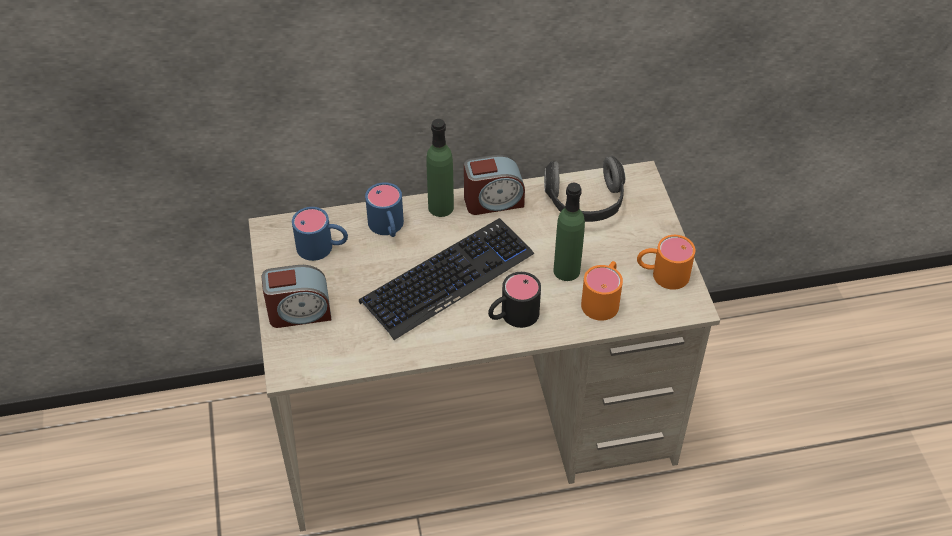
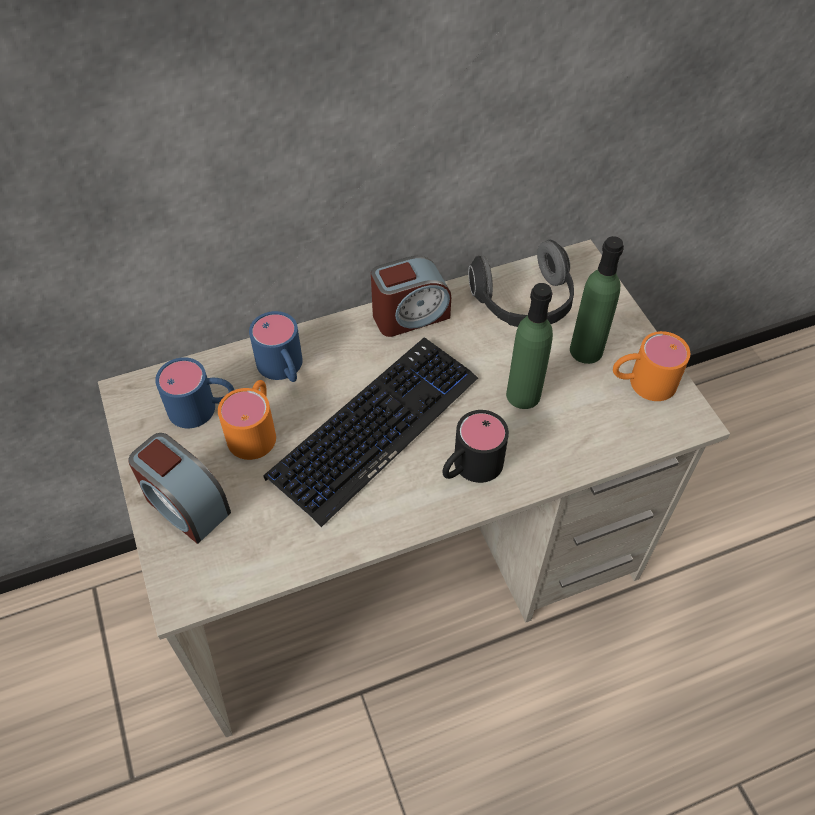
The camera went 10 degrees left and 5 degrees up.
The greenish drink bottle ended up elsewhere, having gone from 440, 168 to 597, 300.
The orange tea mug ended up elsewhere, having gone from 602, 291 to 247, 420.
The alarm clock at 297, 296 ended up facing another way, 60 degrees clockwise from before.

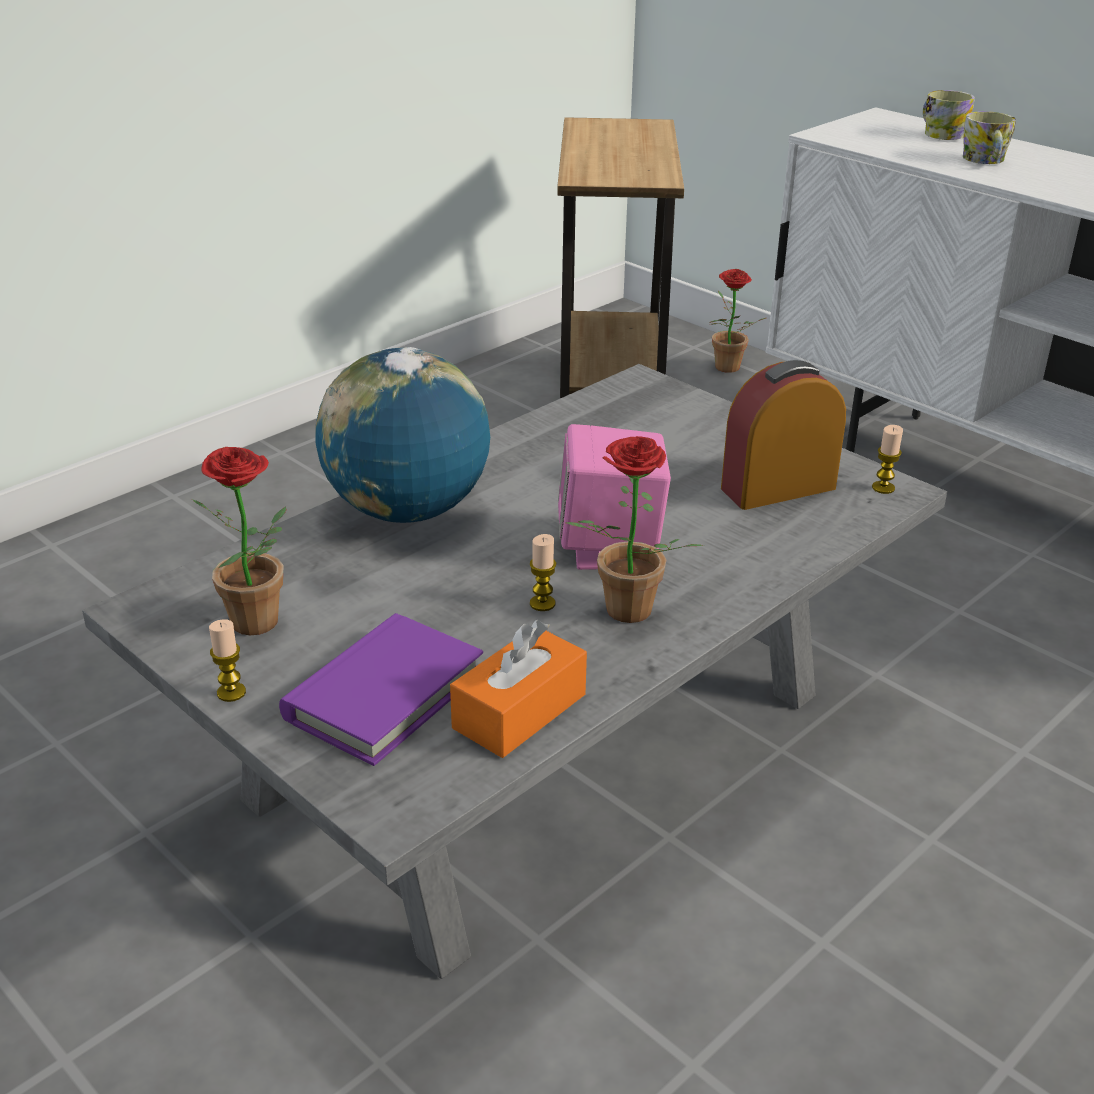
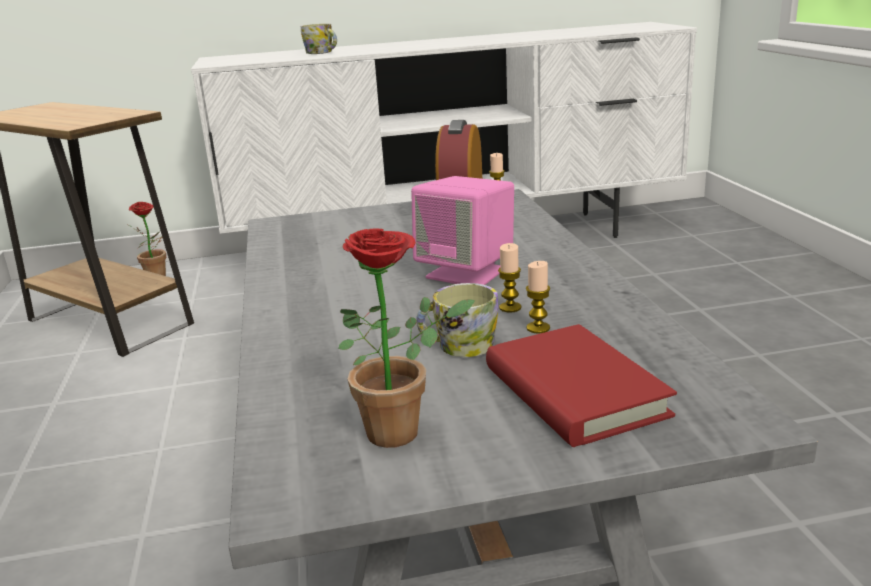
The camera went 55 degrees left and 10 degrees down.
The tea mug ended up elsewhere, having gone from 949, 115 to 457, 320.
The second view lost the desk globe at 402, 435.
The second view lost the potted plant at 634, 529.
What was the purple bound book at 381, 689 turned into the red bound book at 581, 385.
The wax candle ended up elsewhere, having gone from 227, 660 to 538, 297.
The second view lost the orange tissue holder at 518, 689.

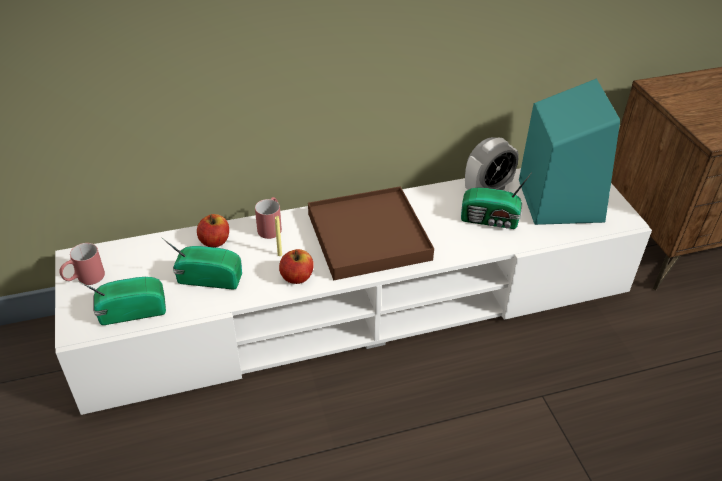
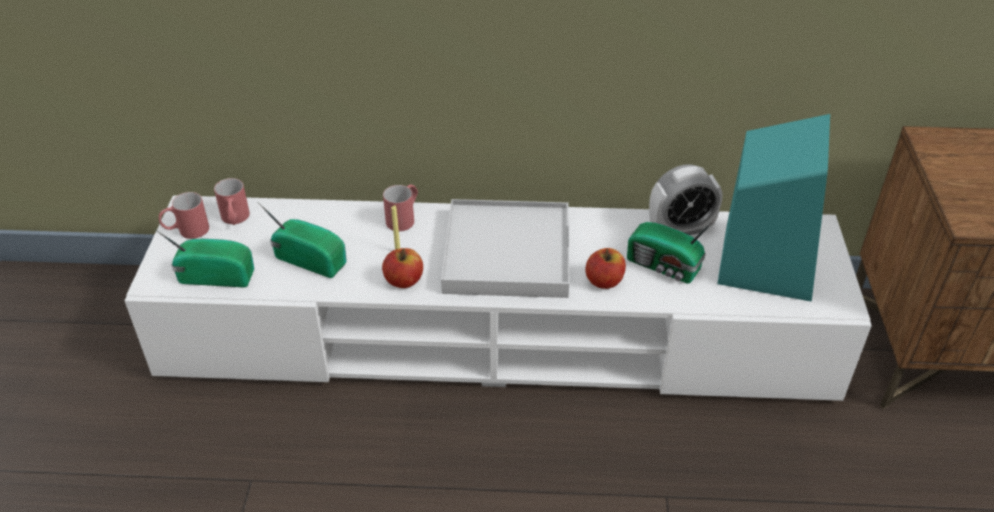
The camera went 20 degrees right and 0 degrees up.
What was the brownish serving tray at 371, 233 turned into the whitish serving tray at 505, 248.
The apple ended up elsewhere, having gone from 213, 230 to 605, 268.
The second view gained the red tea mug at 232, 201.

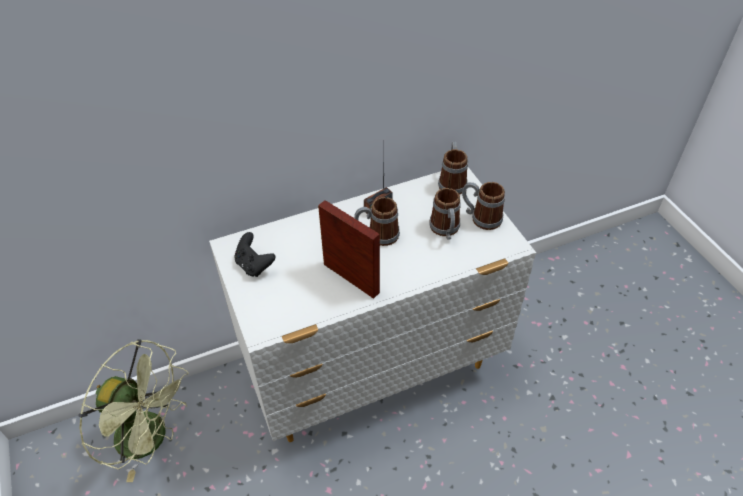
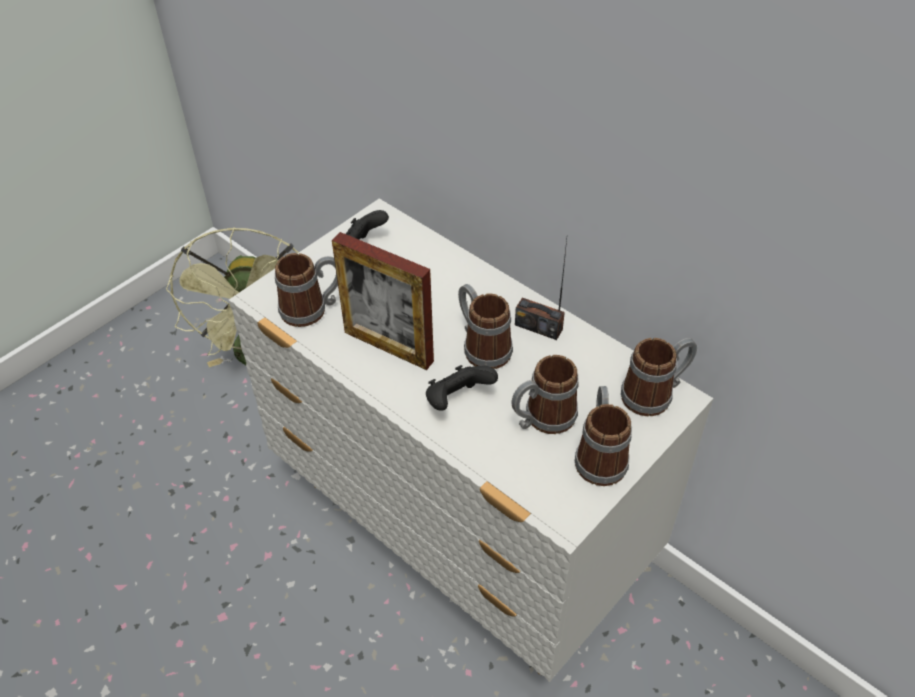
The camera went 65 degrees right and 0 degrees up.
The photo frame at 349, 249 ended up facing another way, 105 degrees clockwise from before.
The second view gained the tea mug at 306, 290.
The second view gained the blackish joypad at 462, 388.

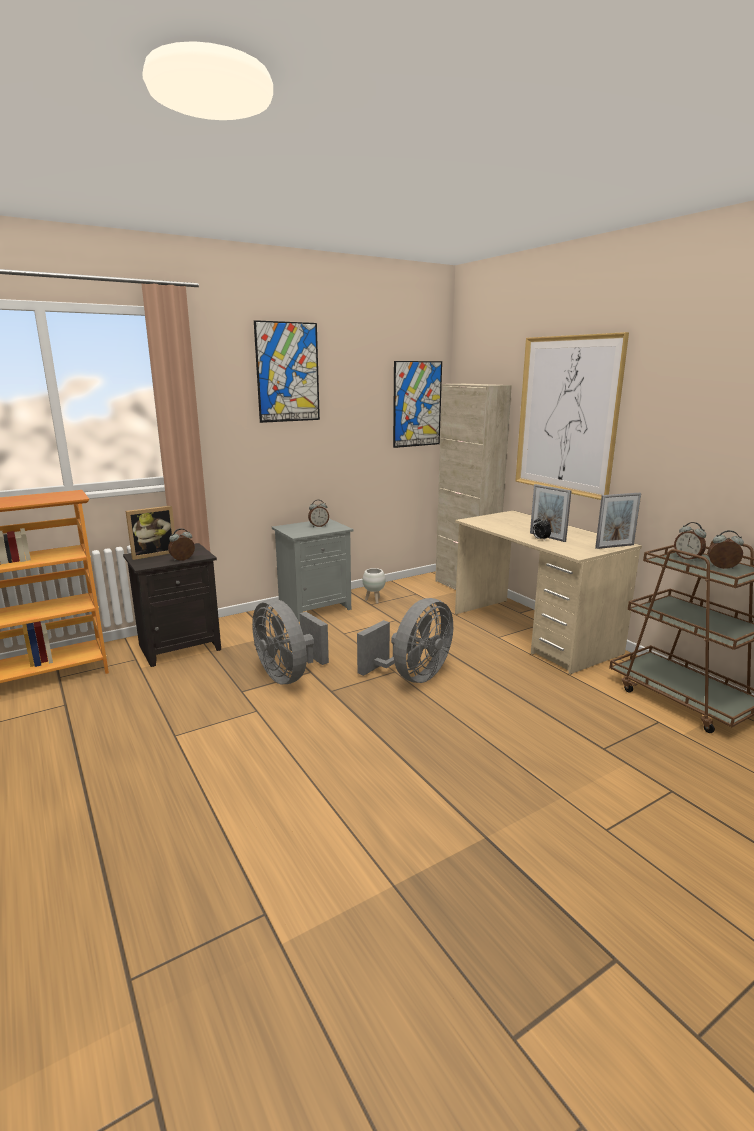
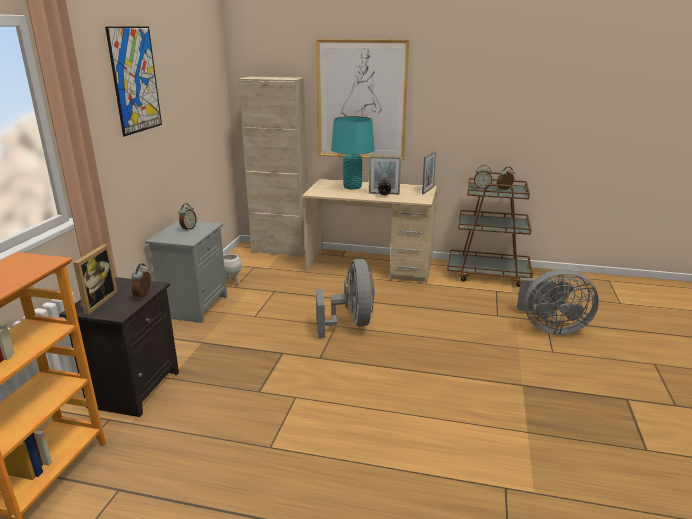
The camera went 45 degrees left and 5 degrees up.
The second view lost the picture at 417, 404.
The grey electric fan ended up elsewhere, having gone from 290, 641 to 558, 302.
The second view gained the turquoise table lamp at 353, 153.

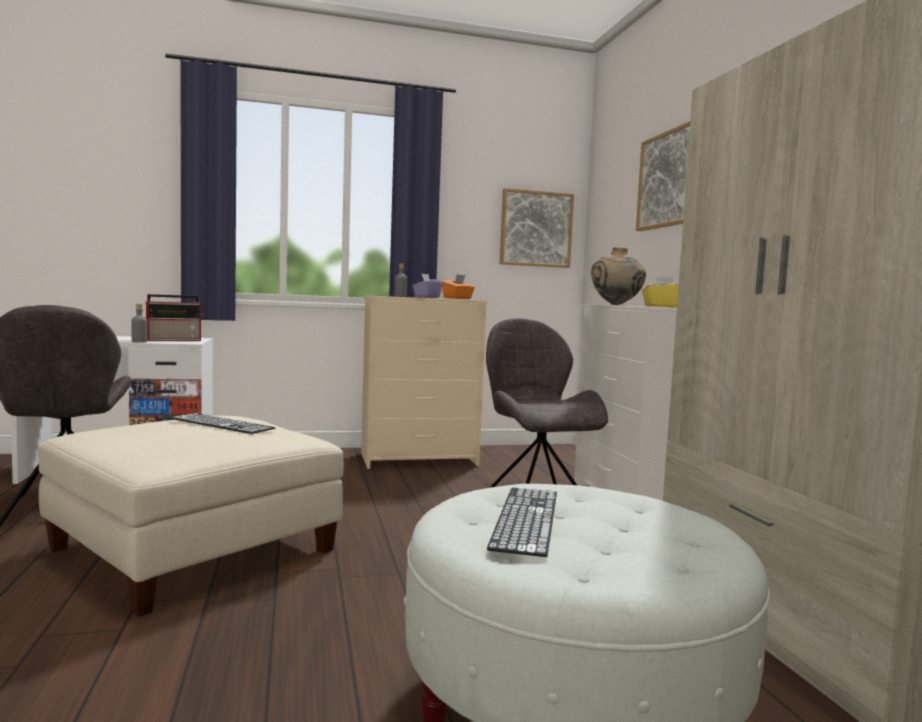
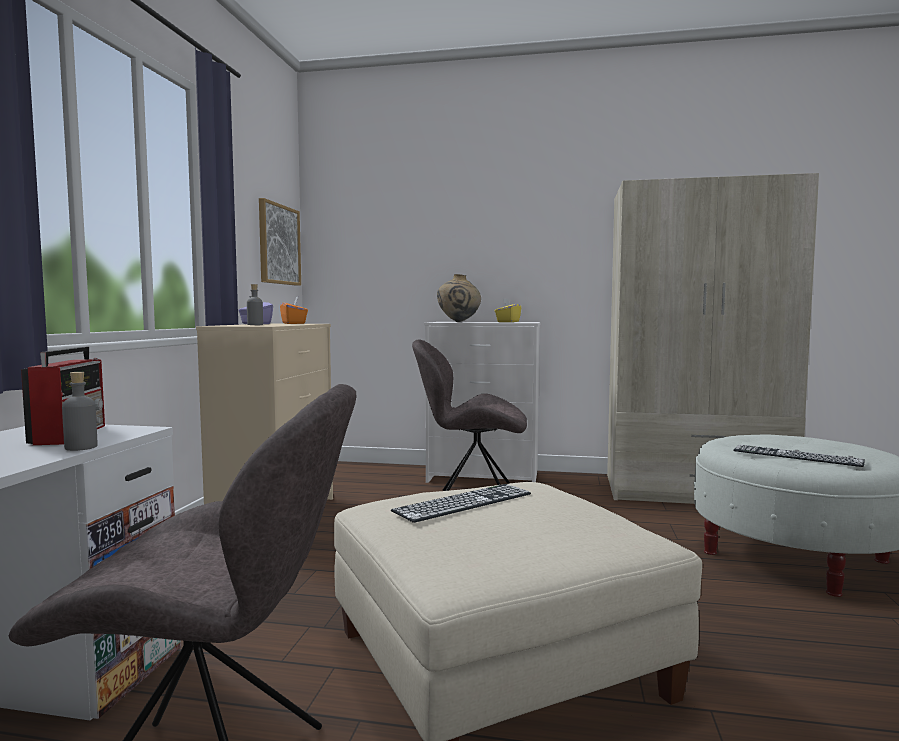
The camera went 65 degrees left and 0 degrees up.
The second view lost the picture at 663, 176.

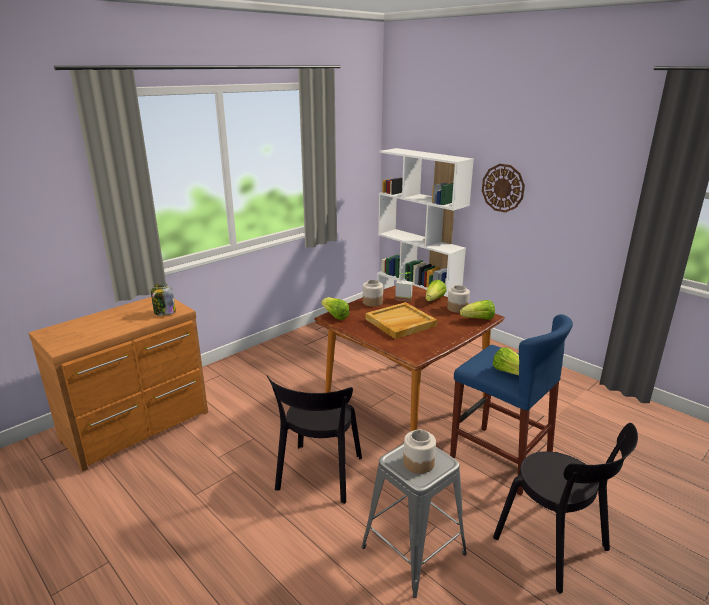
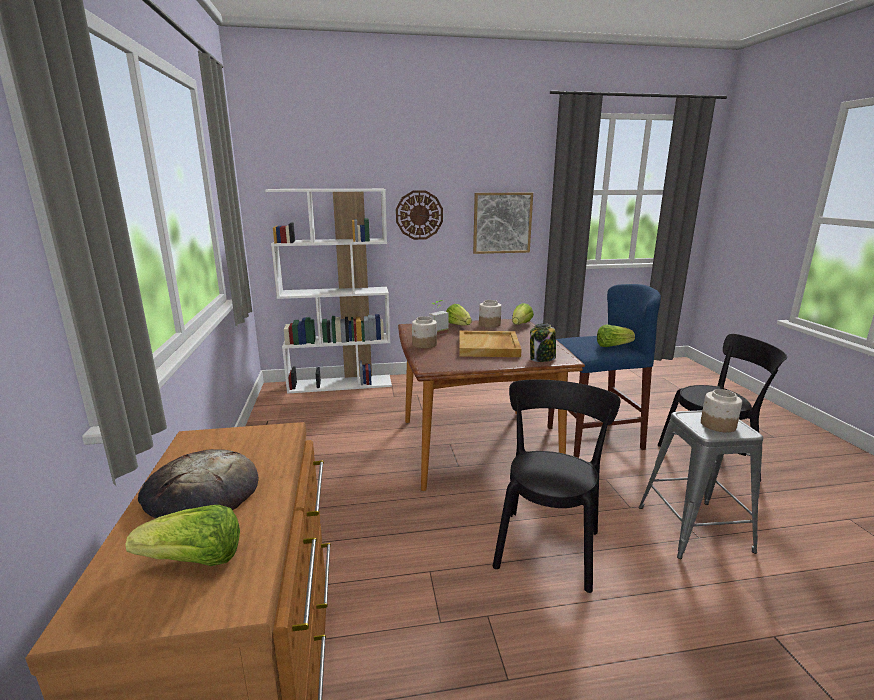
The camera went 55 degrees left and 5 degrees down.
The preserve jar ended up elsewhere, having gone from 163, 300 to 543, 342.
The lettuce ended up elsewhere, having gone from 335, 308 to 182, 535.
The blackish upright chair at 314, 439 ended up facing another way, 120 degrees counterclockwise from before.
The second view gained the picture at 503, 223.
The second view gained the baked bread at 198, 483.

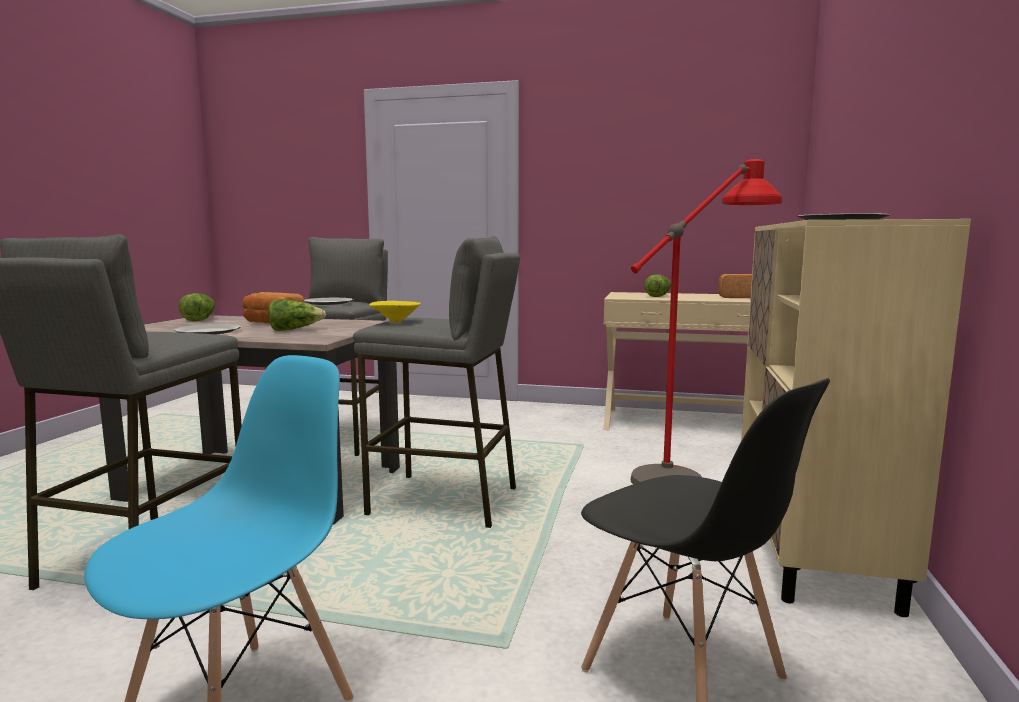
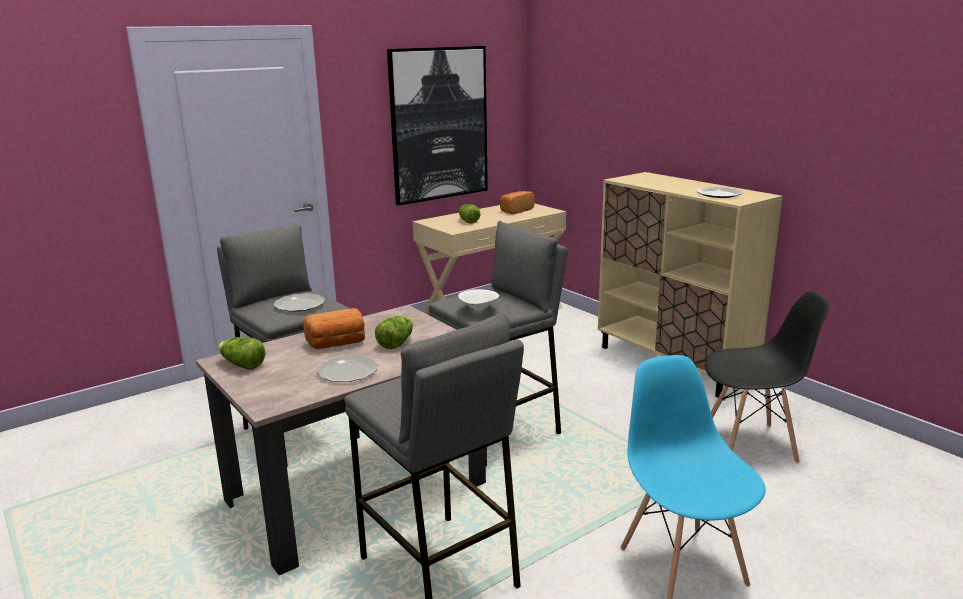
The camera went 50 degrees left and 10 degrees up.
The second view lost the red floor lamp at 706, 321.
What was the yellow-coloured serving bowl at 395, 311 turned into the whitish serving bowl at 478, 300.
The second view gained the picture at 437, 126.

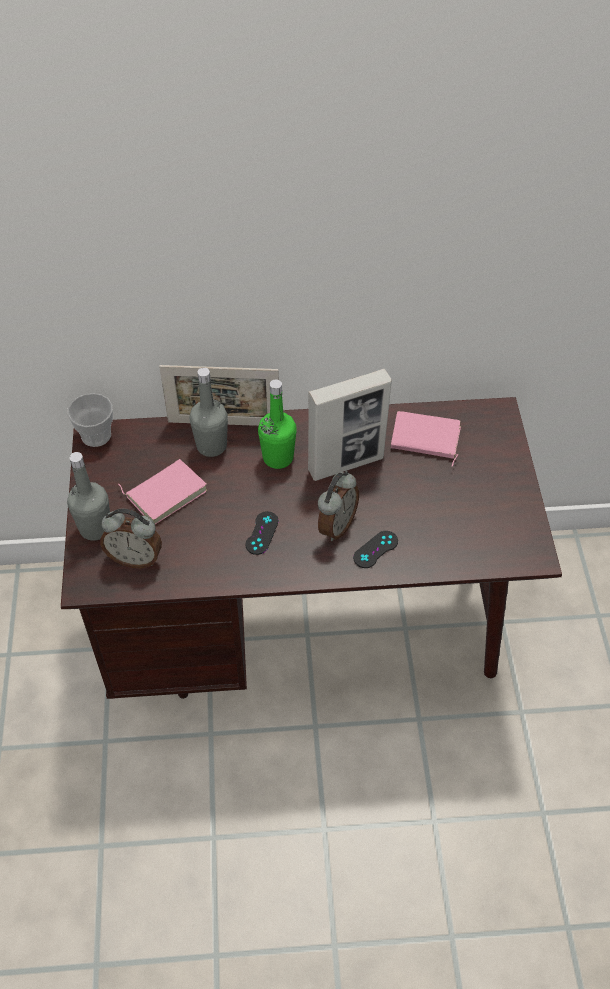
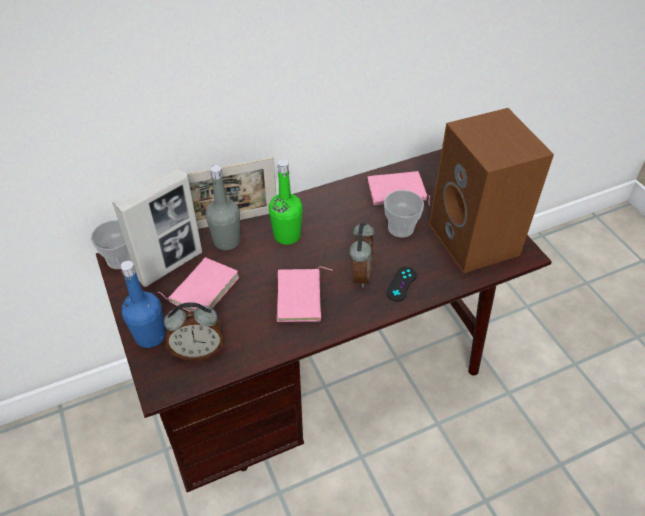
The camera went 20 degrees left and 5 degrees down.
The photo frame ended up elsewhere, having gone from 349, 425 to 157, 227.
What was the grey drink bottle at 88, 496 turned into the bluish drink bottle at 143, 304.
Where the blackish joypad stood at 262, 533, the pinkish bound book came to stand at 305, 294.
The second view gained the brownish speaker at 491, 190.
The second view gained the cup at 404, 214.

